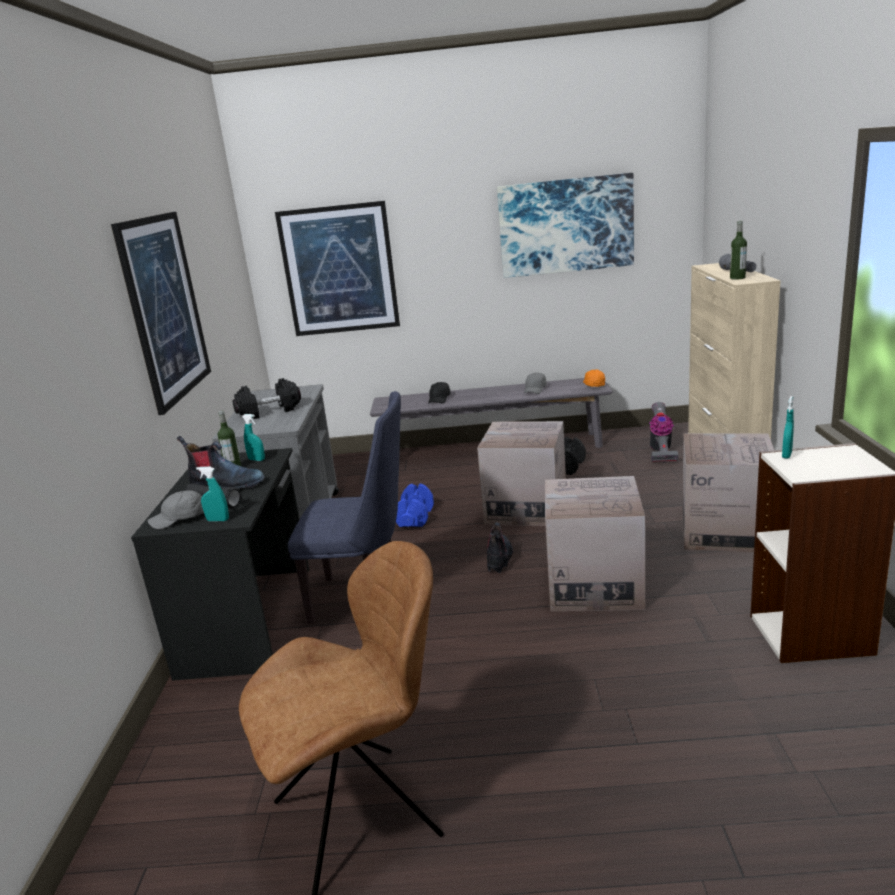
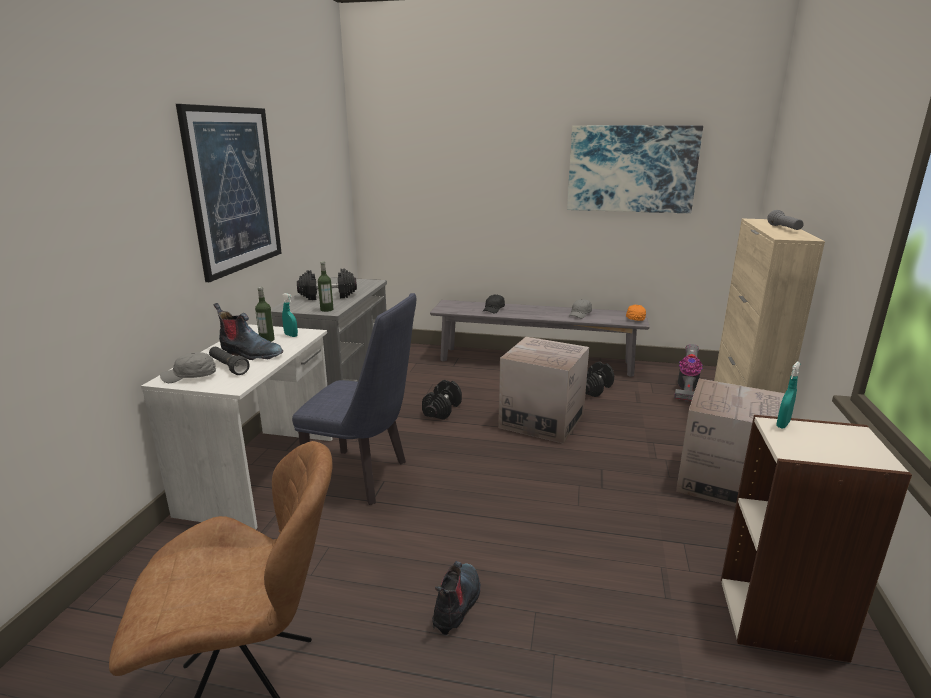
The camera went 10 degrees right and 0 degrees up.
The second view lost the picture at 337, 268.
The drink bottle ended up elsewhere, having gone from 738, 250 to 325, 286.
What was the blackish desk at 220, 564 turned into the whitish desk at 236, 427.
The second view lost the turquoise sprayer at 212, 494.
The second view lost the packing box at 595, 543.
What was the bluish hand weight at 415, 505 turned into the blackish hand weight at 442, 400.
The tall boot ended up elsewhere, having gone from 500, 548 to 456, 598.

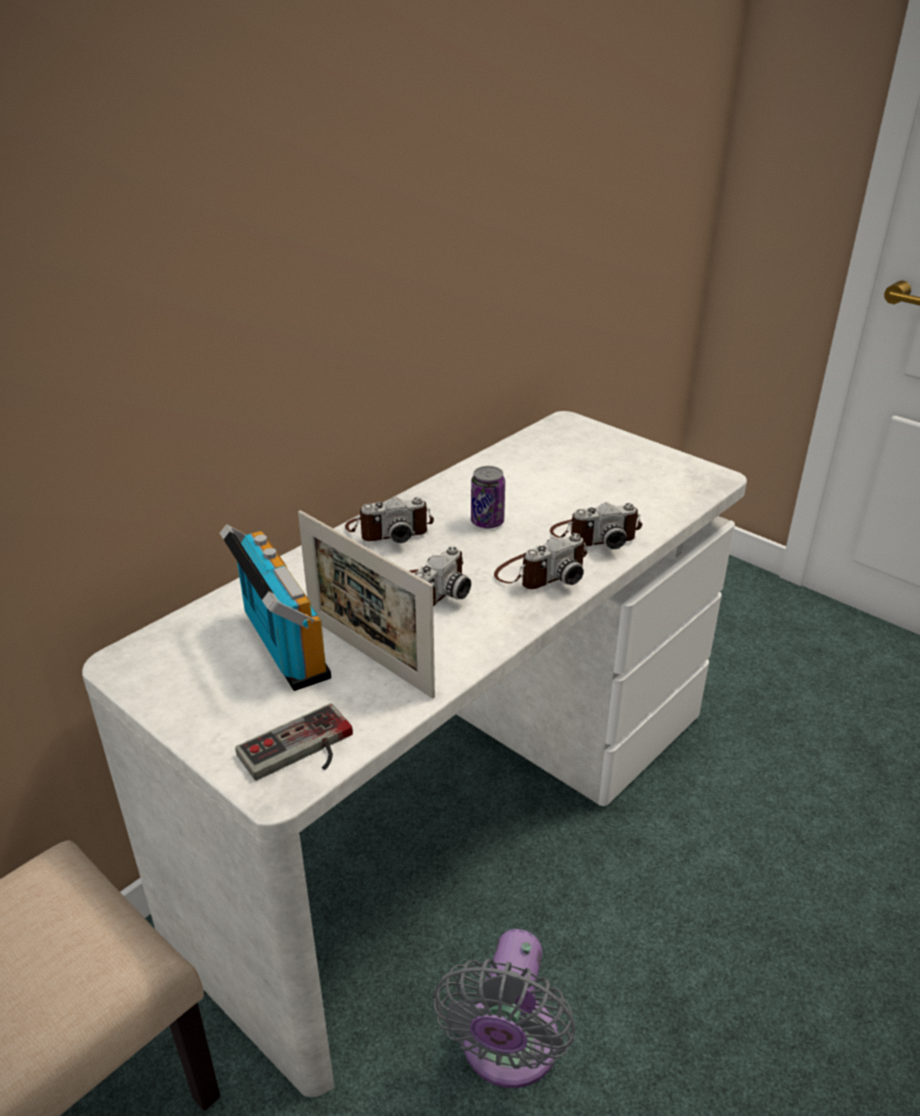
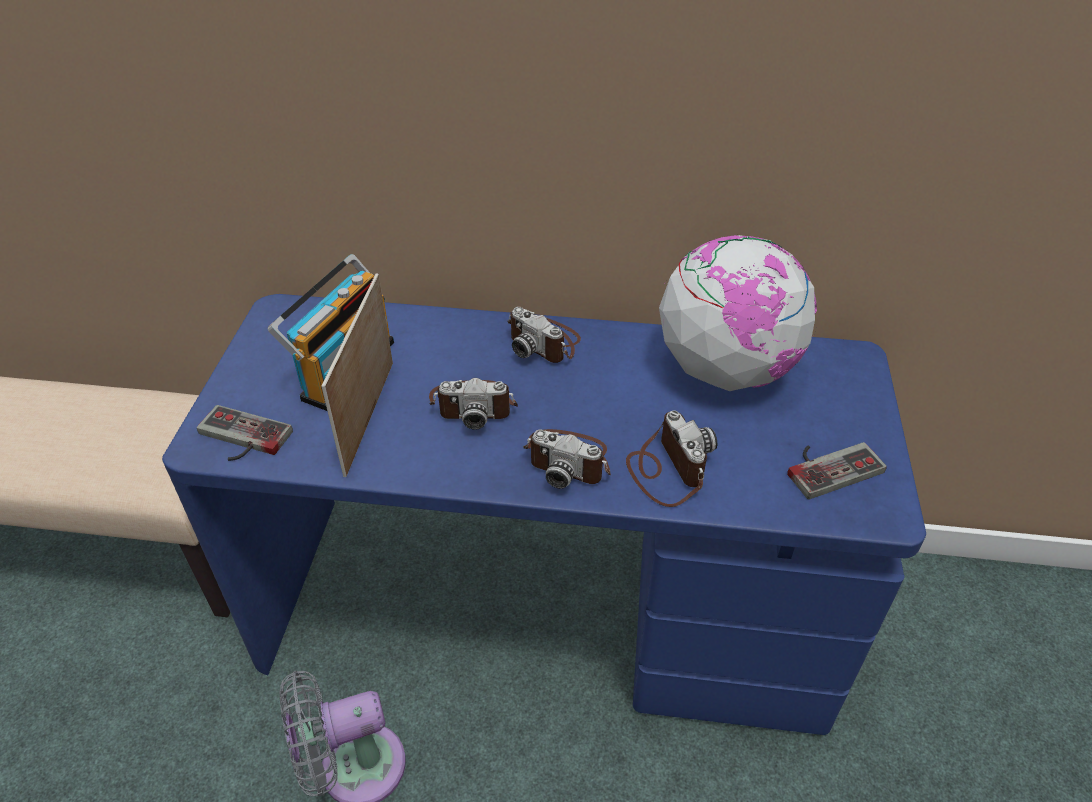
The camera went 55 degrees right and 10 degrees up.
What was the whitish desk at 414, 754 turned into the bluish desk at 544, 514.
The second view lost the can at 488, 497.
The photo camera at 596, 525 ended up facing another way, 150 degrees counterclockwise from before.
The second view gained the desk globe at 738, 313.
The second view gained the joypad at 837, 471.

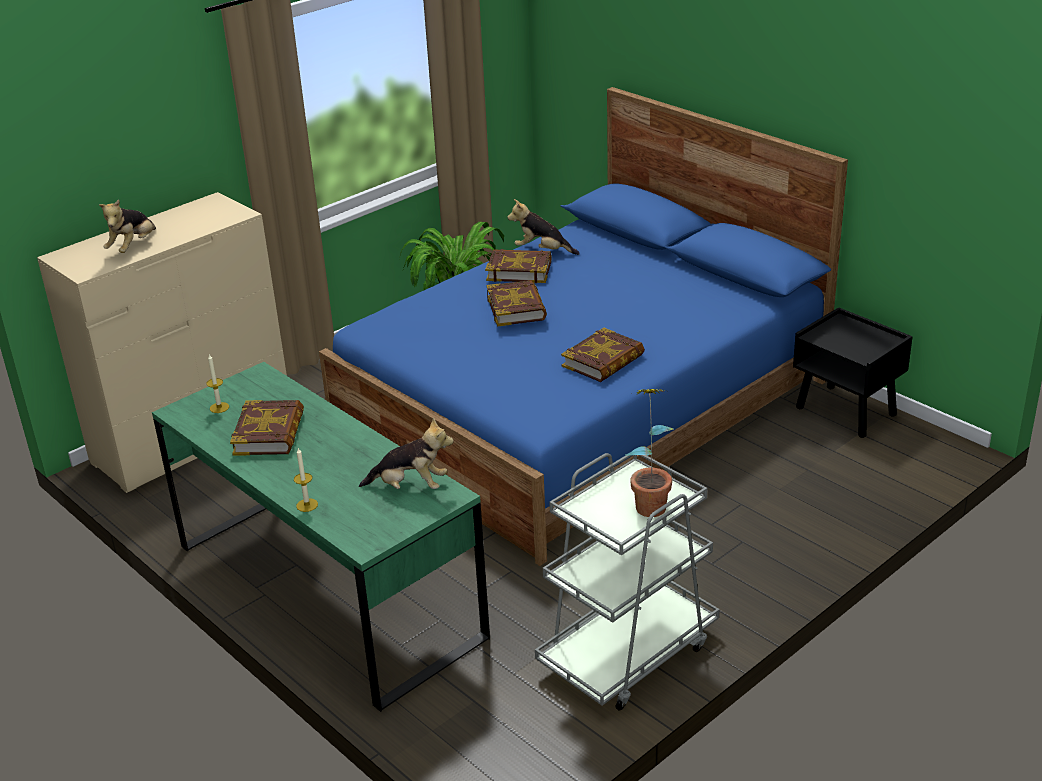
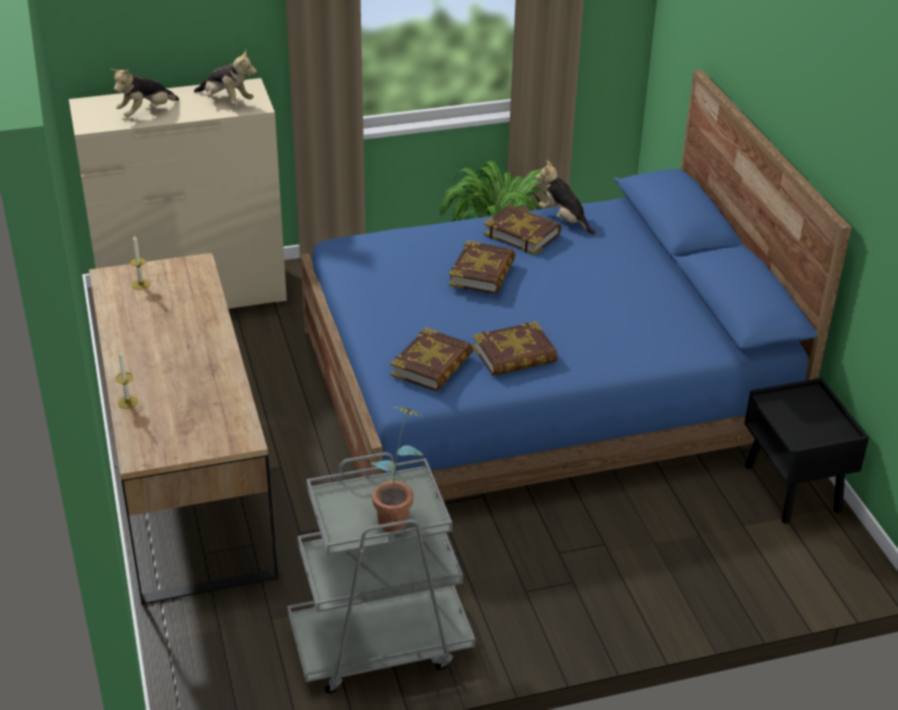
The camera went 25 degrees right and 5 degrees up.
What was the greenish desk at 321, 537 turned into the brownish desk at 183, 429.
The bound book ended up elsewhere, having gone from 267, 428 to 432, 359.
The soft toy ended up elsewhere, having gone from 406, 453 to 225, 77.

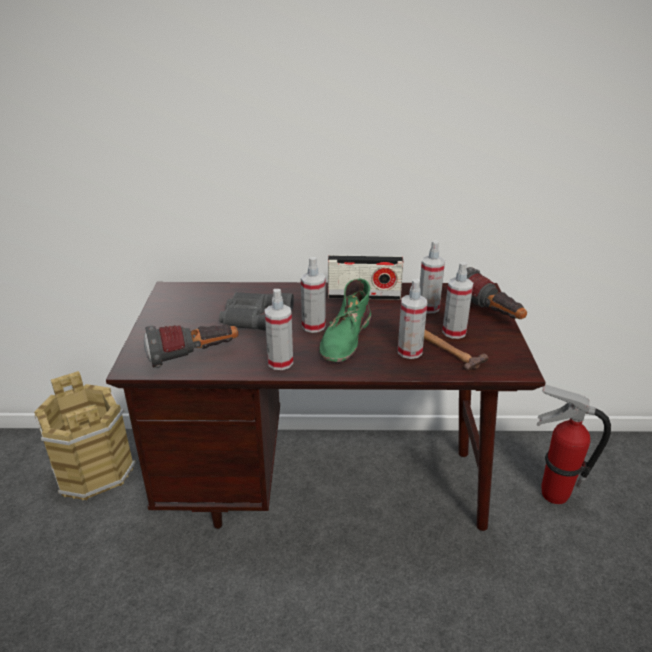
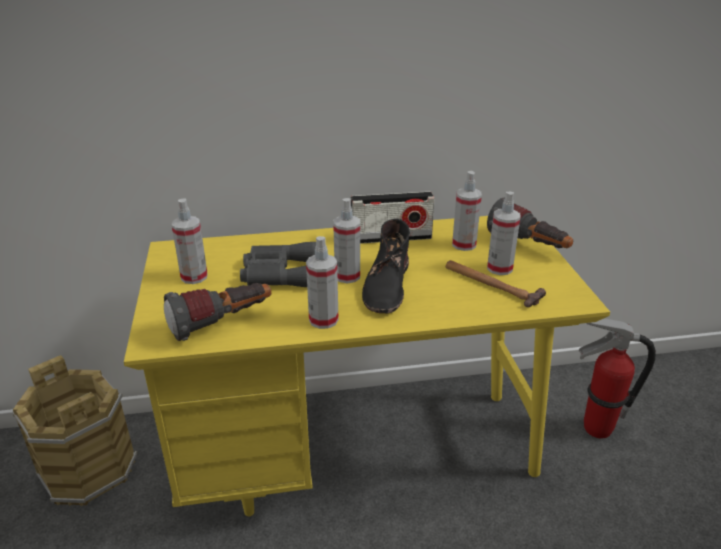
The camera went 10 degrees left and 0 degrees up.
What was the greenish tall boot at 345, 320 turned into the blackish tall boot at 386, 266.
The sprayer ended up elsewhere, having gone from 412, 319 to 189, 241.
What was the brownish desk at 325, 406 turned into the yellow-coloured desk at 367, 366.

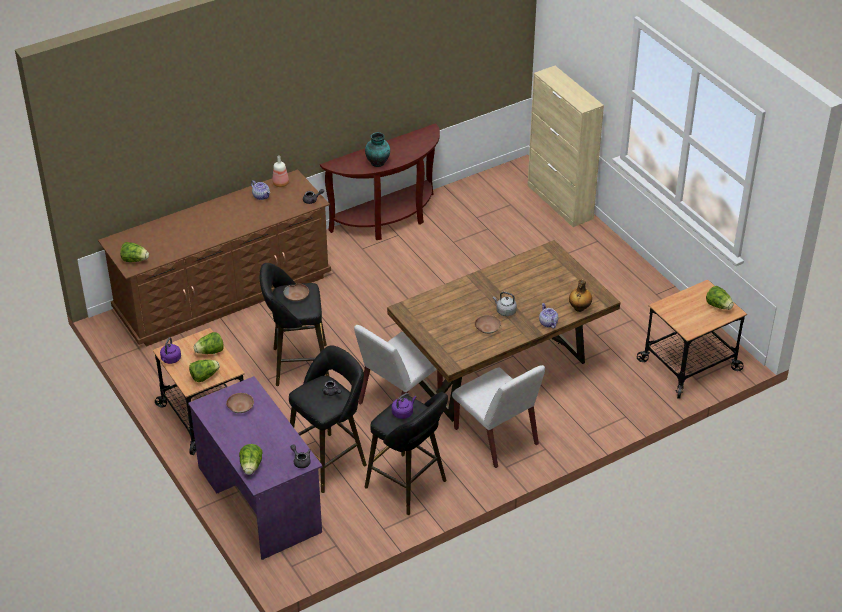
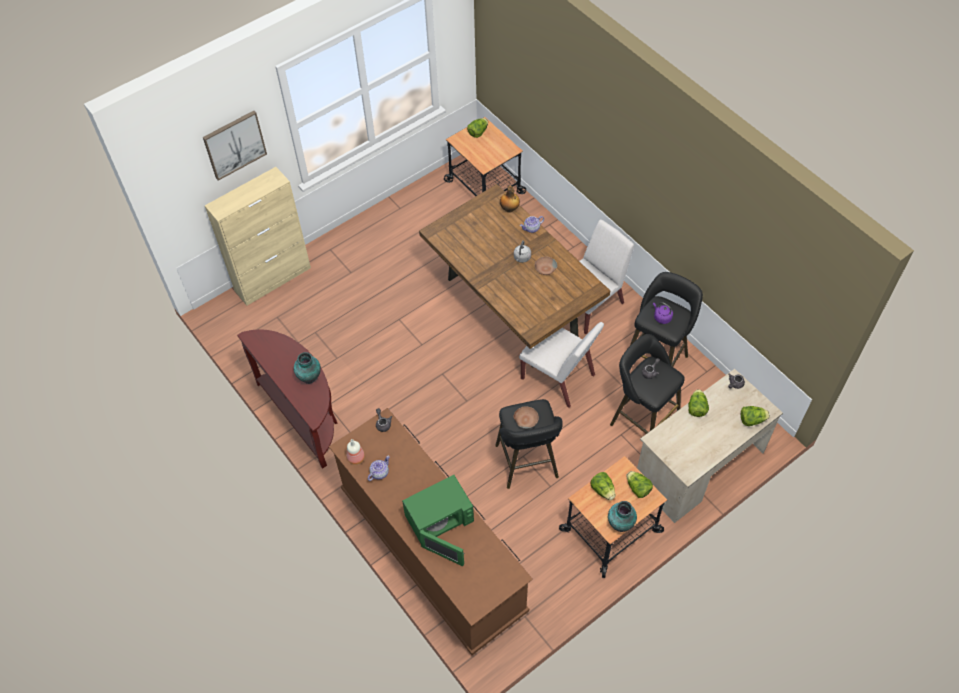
The camera went 95 degrees left and 15 degrees up.
The lettuce ended up elsewhere, having gone from 134, 252 to 698, 403.
Where the purple tea kettle stood at 170, 350, the vase came to stand at 622, 516.
What was the purple desk at 255, 468 turned into the beige-coloured desk at 710, 446.
The second view lost the brownish serving bowl at 240, 403.
The second view gained the picture at 235, 146.
The second view gained the greenish kitchen microwave at 438, 520.

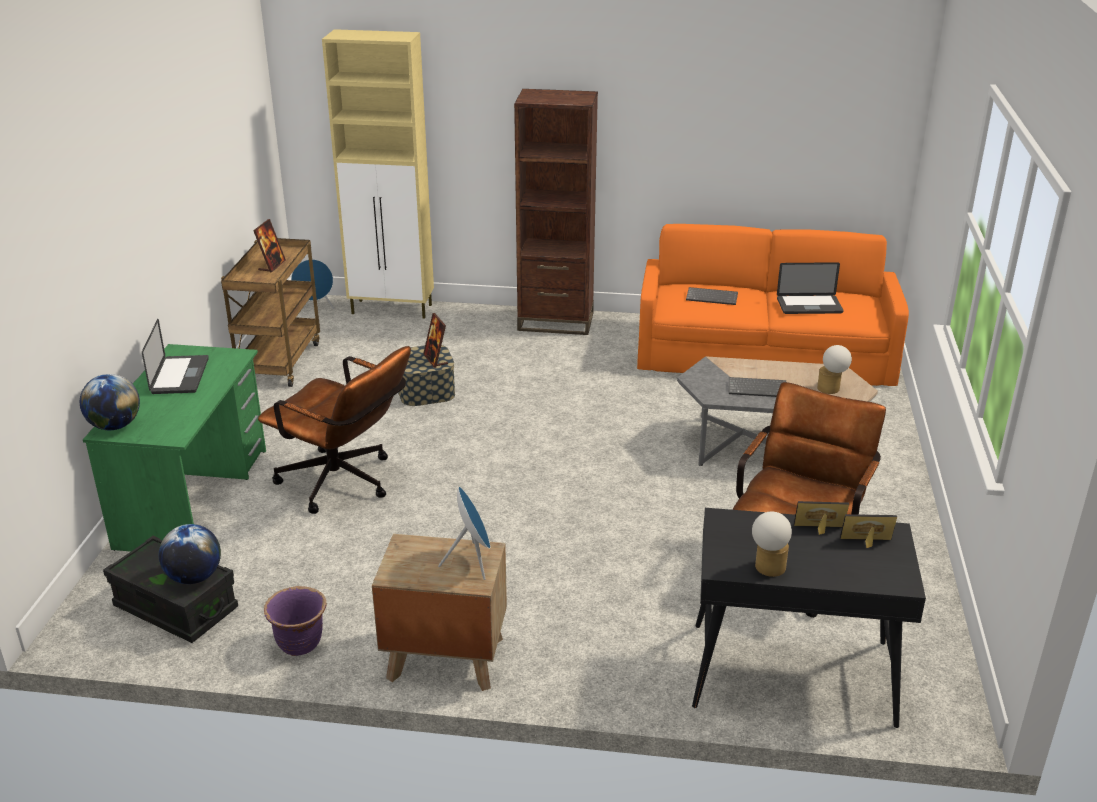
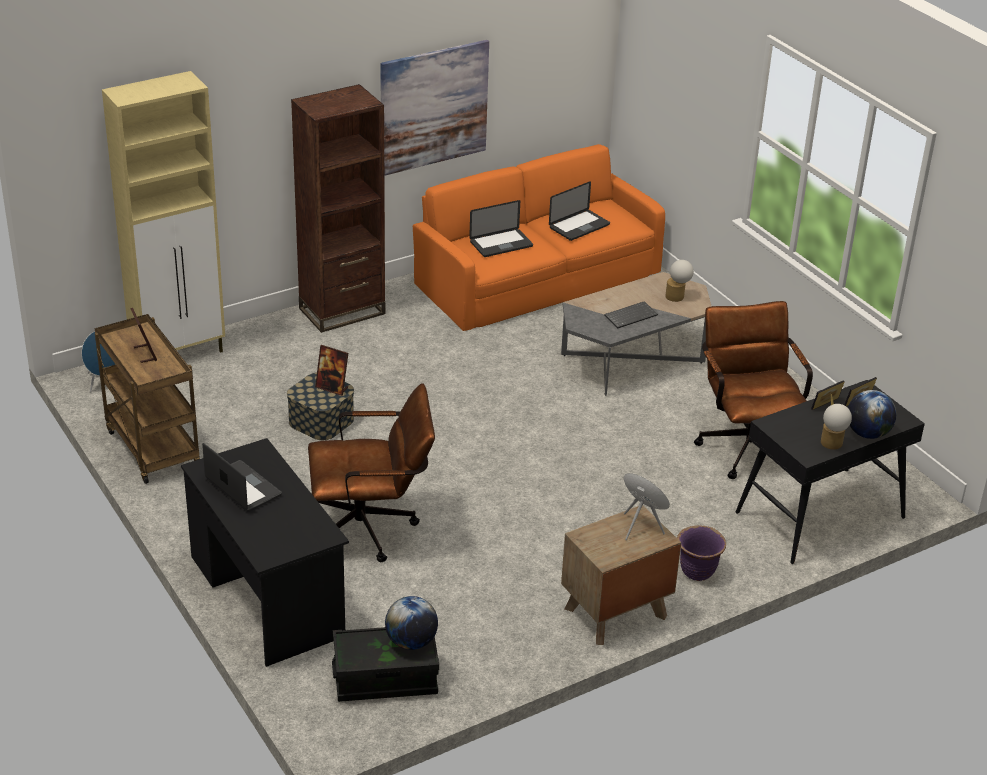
The camera went 40 degrees left and 5 degrees up.
Where the computer keyboard stood at 712, 296, the notebook computer came to stand at 501, 228.
What was the greenish desk at 174, 448 turned into the blackish desk at 265, 552.
The desk globe ended up elsewhere, having gone from 109, 402 to 872, 414.
The purple plant pot ended up elsewhere, having gone from 295, 621 to 701, 553.
The second view gained the picture at 434, 108.

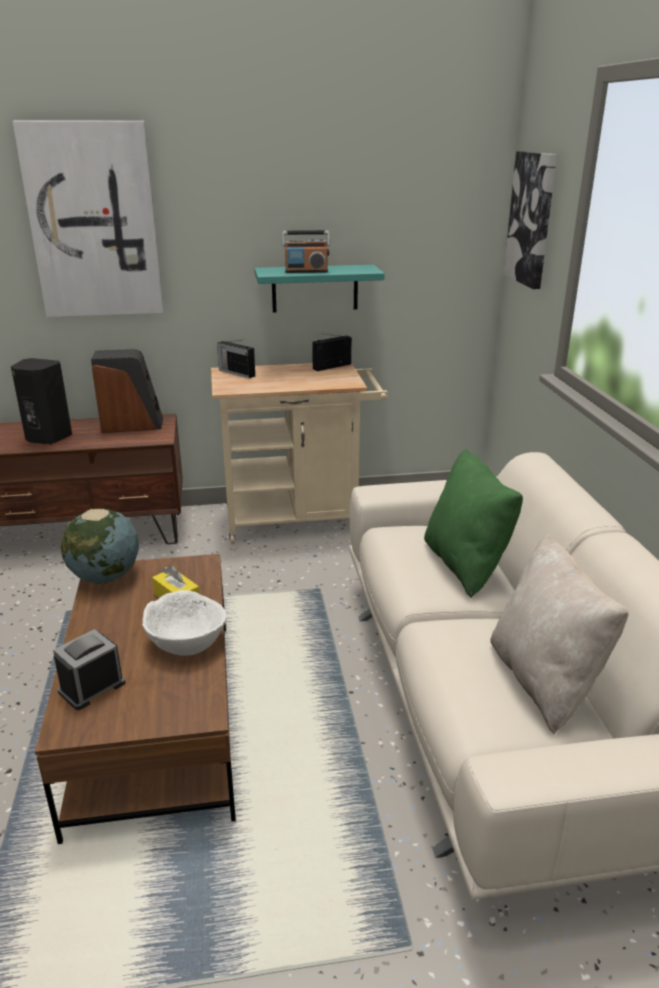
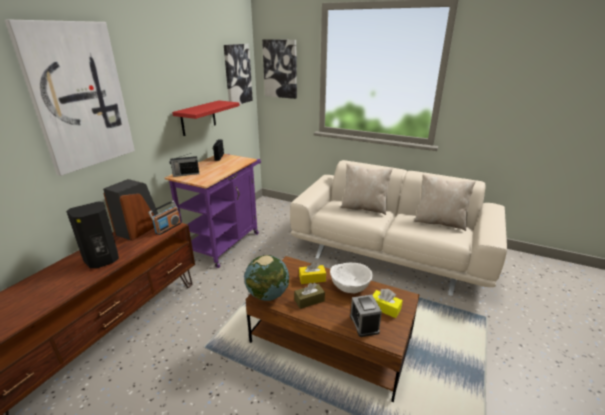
The camera went 55 degrees left and 0 degrees up.
The radio ended up elsewhere, having gone from 306, 251 to 164, 218.
What was the turquoise bracket shelf at 319, 288 turned into the red bracket shelf at 206, 118.
What was the beige-coloured wheeled cart at 300, 453 turned into the purple wheeled cart at 213, 211.
What was the greenish throw pillow at 473, 523 turned into the beige-coloured throw pillow at 366, 189.
The second view gained the picture at 238, 74.
The second view gained the brownish tissue holder at 309, 296.
The second view gained the yellow-coloured tissue holder at 388, 303.

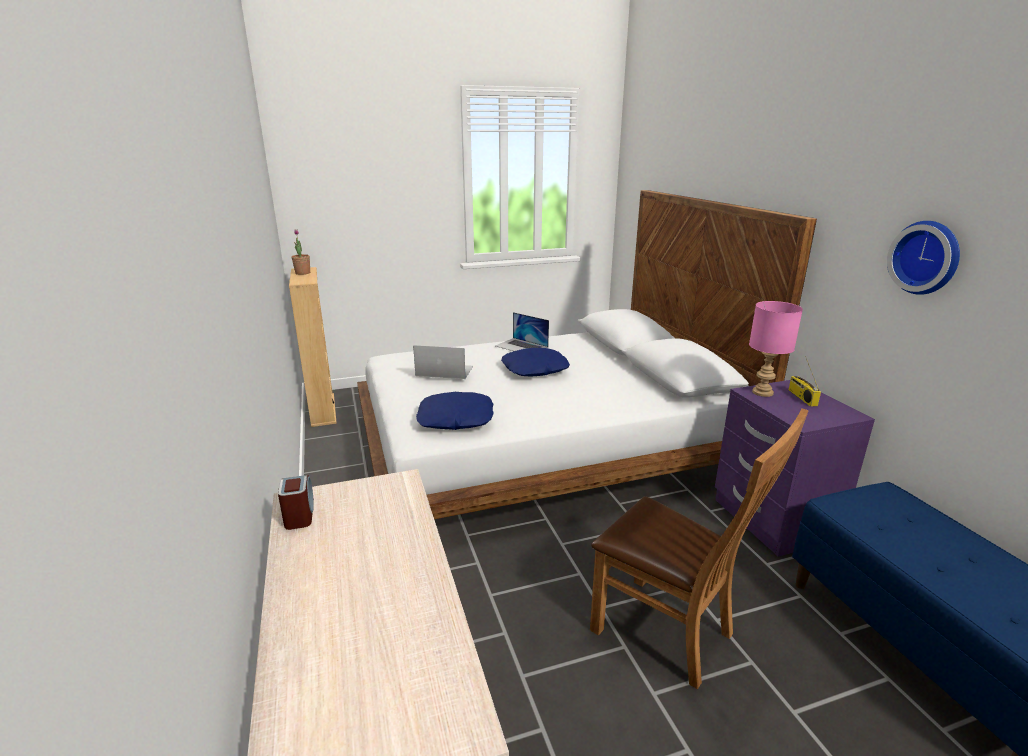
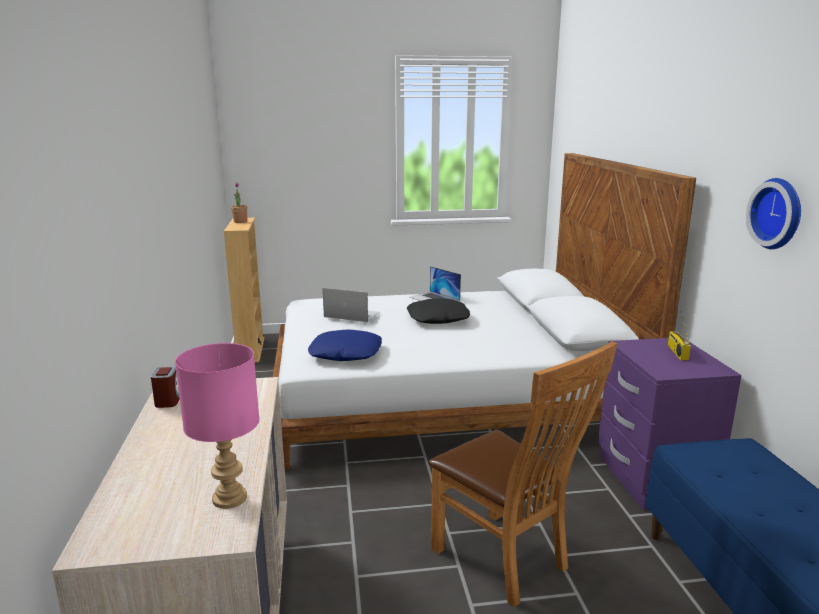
The camera went 10 degrees right and 5 degrees down.
The pinkish table lamp ended up elsewhere, having gone from 776, 349 to 217, 426.
What was the bluish throw pillow at 535, 362 turned into the blackish throw pillow at 438, 311.

